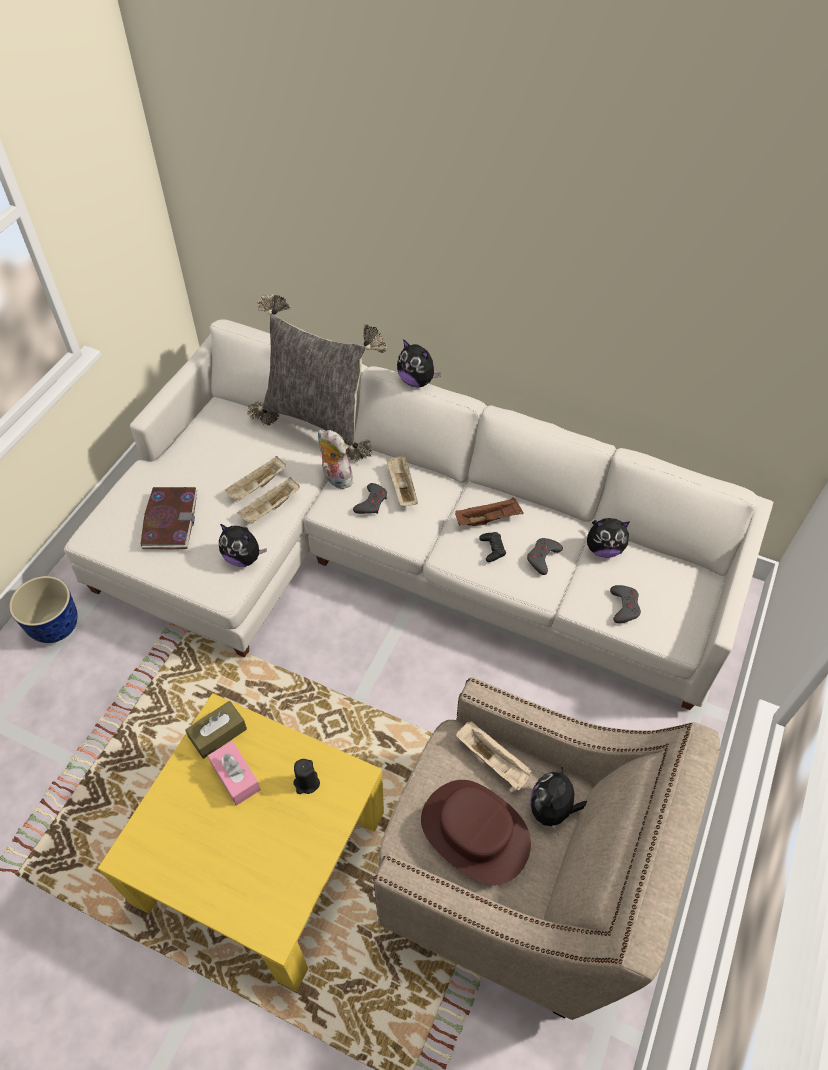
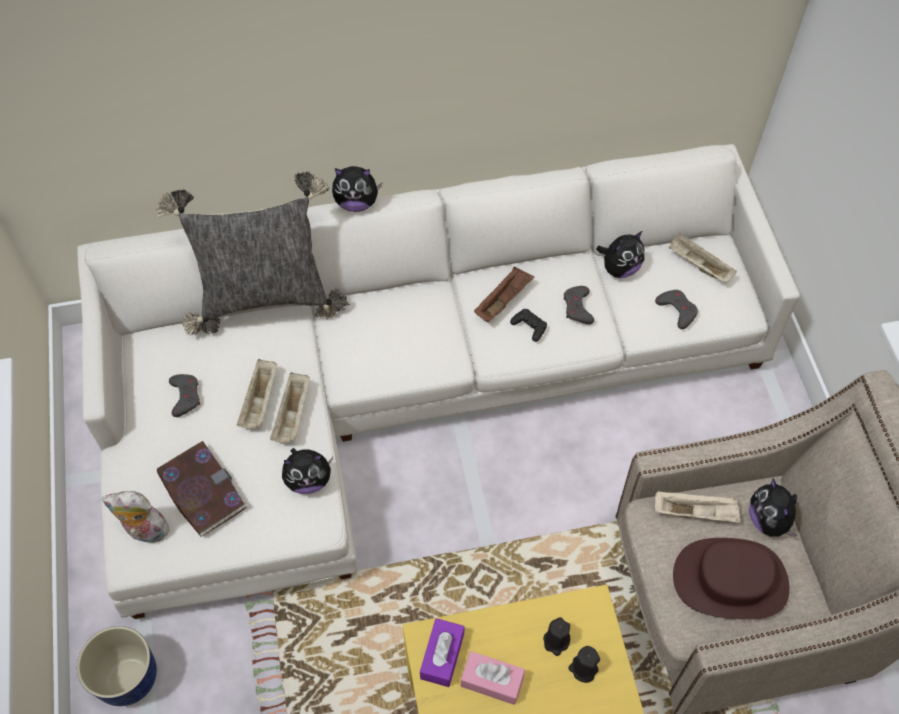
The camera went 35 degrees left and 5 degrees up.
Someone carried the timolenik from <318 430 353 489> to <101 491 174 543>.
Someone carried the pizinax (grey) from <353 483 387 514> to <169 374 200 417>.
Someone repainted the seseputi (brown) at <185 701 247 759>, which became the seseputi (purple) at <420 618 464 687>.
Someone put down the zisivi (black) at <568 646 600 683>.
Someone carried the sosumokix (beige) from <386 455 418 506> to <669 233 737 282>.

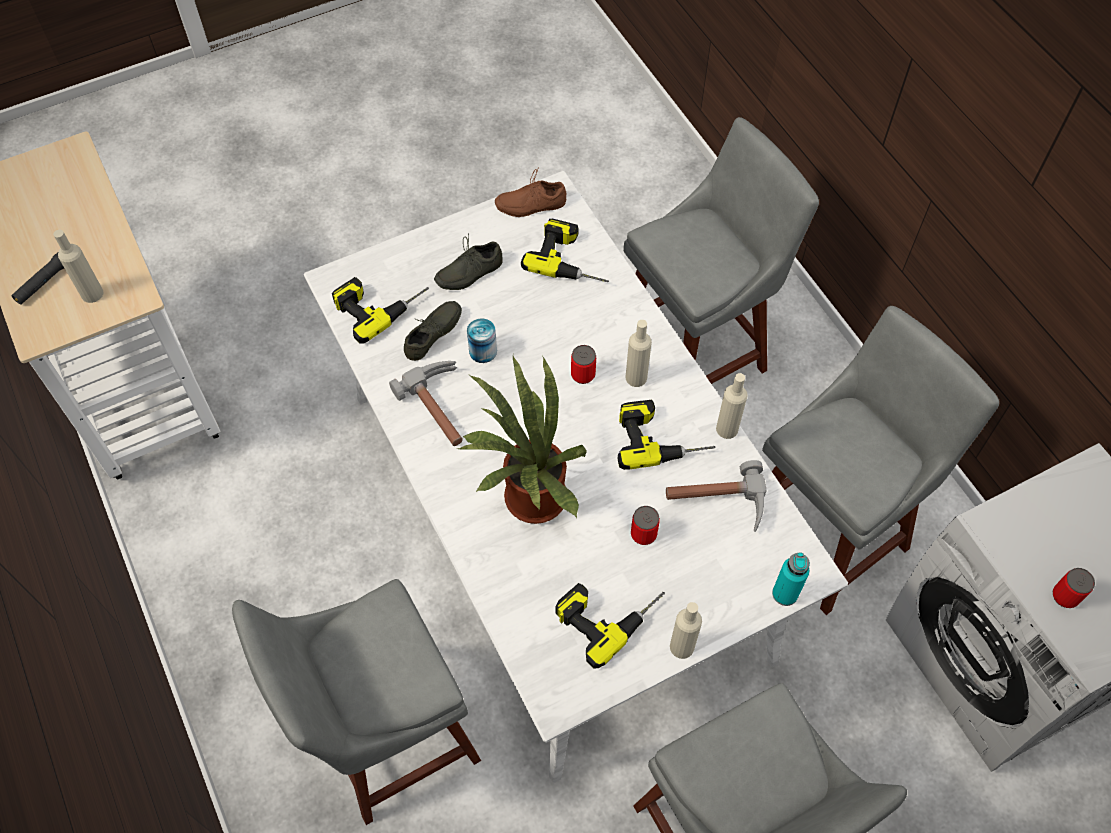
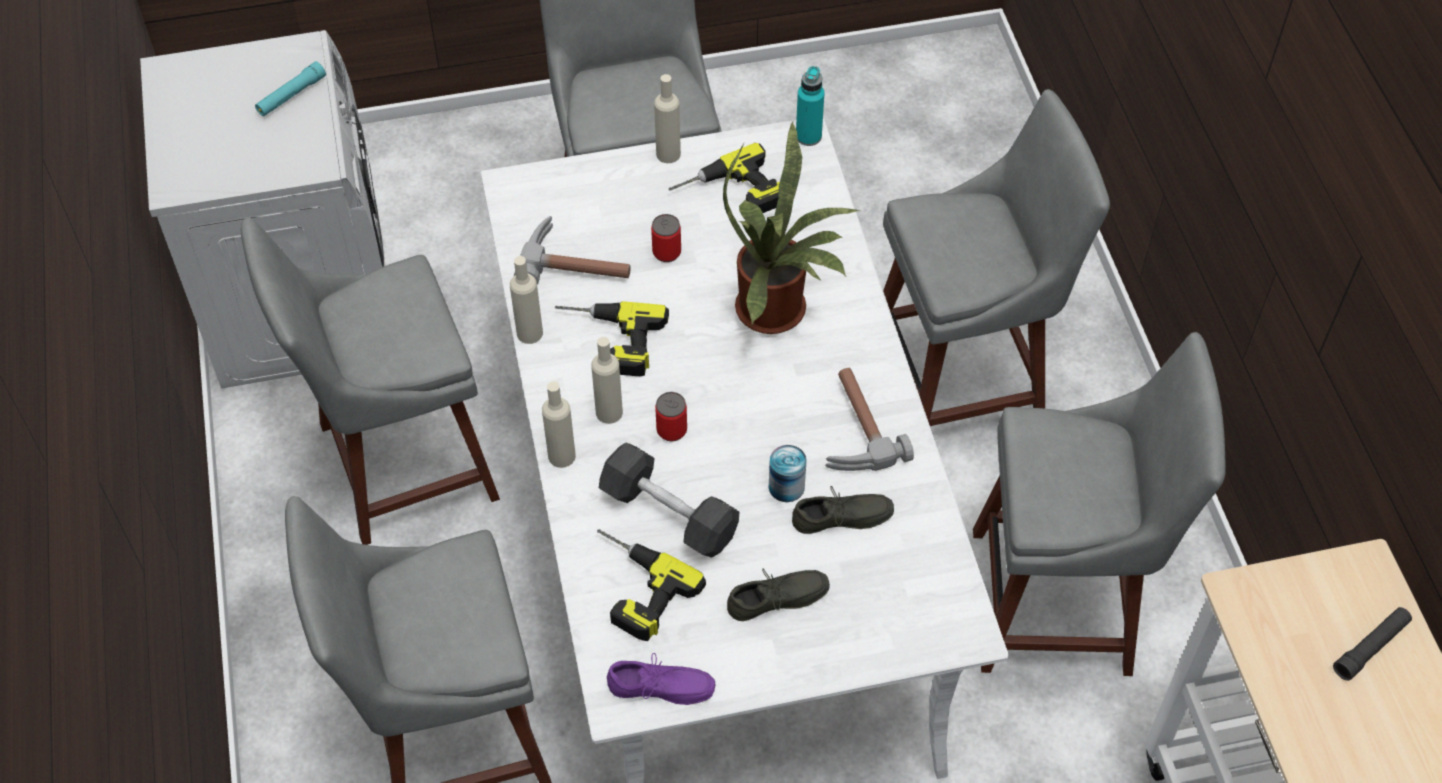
The camera went 165 degrees left and 5 degrees down.
Someone swapped the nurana at <1053 568 1095 608> for the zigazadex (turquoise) at <255 61 326 116>.
Someone carried the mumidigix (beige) from <53 230 104 303> to <542 382 576 468>.
Someone put down the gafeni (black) at <599 442 739 558>.
Someone repainted the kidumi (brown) at <495 167 566 217>, which became the kidumi (purple) at <607 653 715 705>.
Someone rotated the kidumi (grey) at <404 301 462 361> by 150 degrees counterclockwise.
Someone carried the mumidigix (turquoise) from <772 552 810 606> to <796 66 825 146>.
Someone put down the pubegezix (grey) at <973 332 1226 676>.
Someone took away the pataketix at <332 277 429 344>.

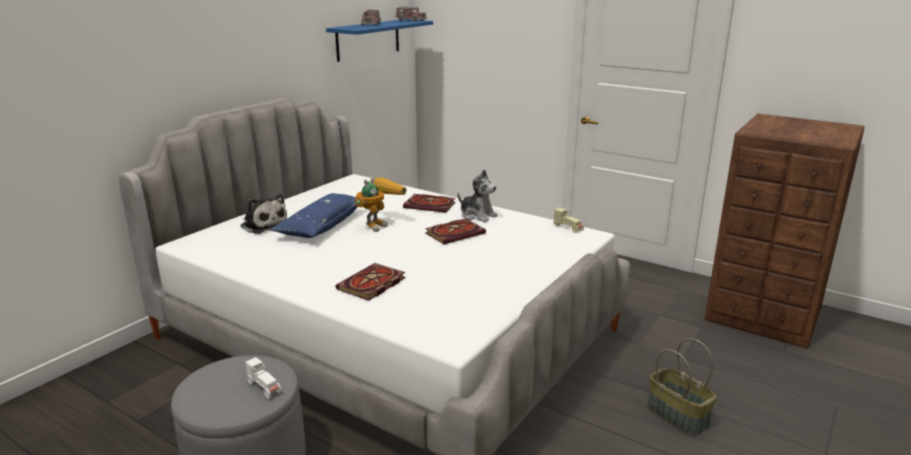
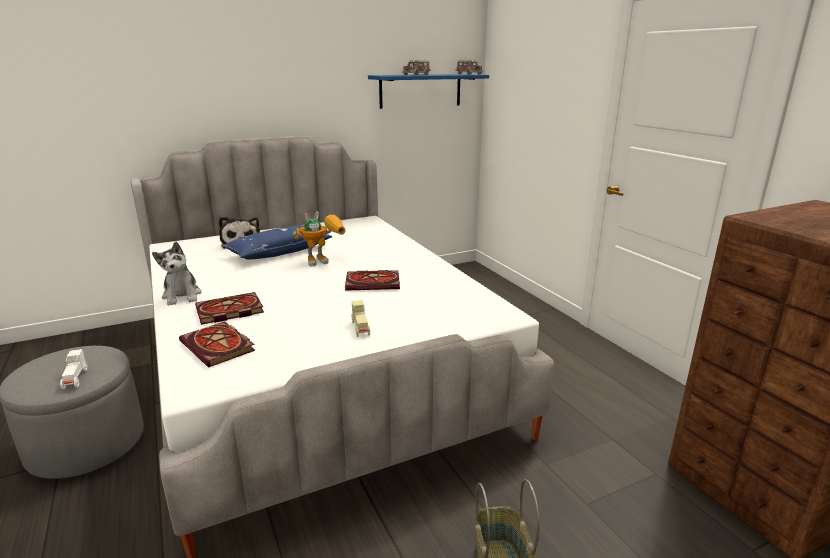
The camera went 30 degrees right and 0 degrees up.
Someone carried the timolenik from <457 170 498 222> to <152 242 202 306>.
Someone carried the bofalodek from <403 194 455 213> to <179 321 255 367>.
Someone carried the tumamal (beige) from <554 208 584 233> to <352 300 370 337>.

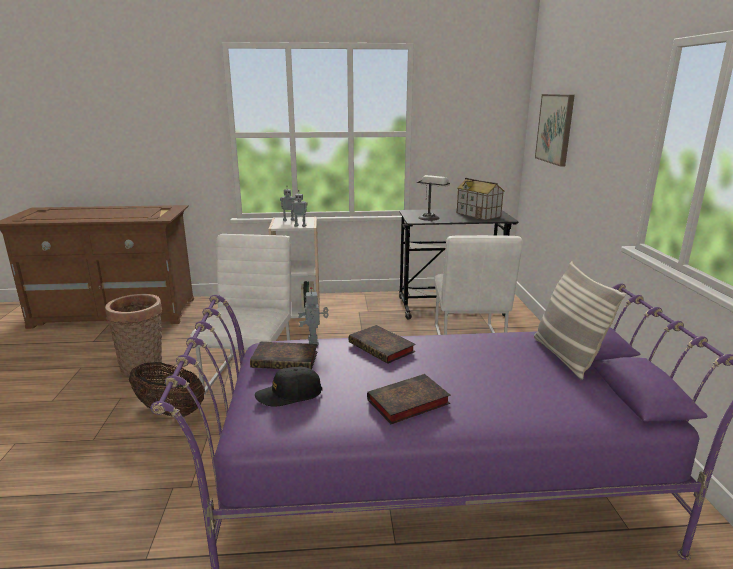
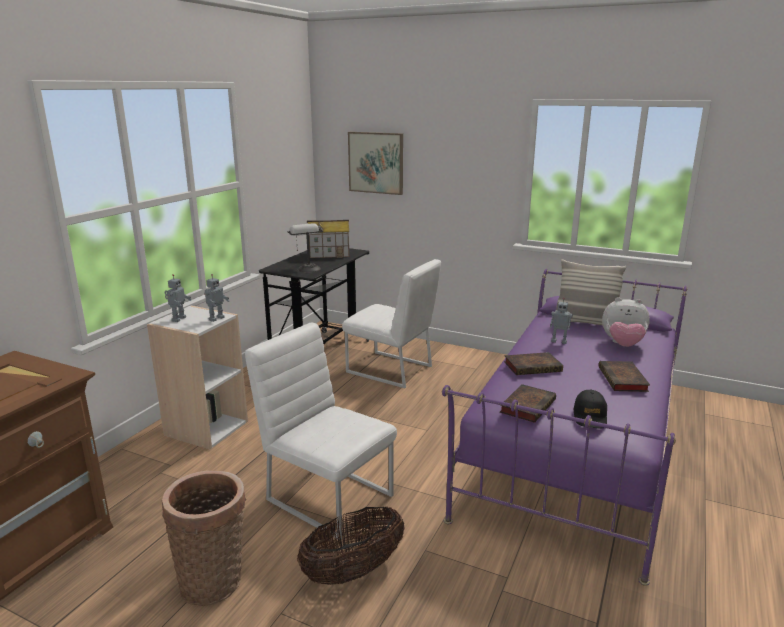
The camera went 60 degrees left and 0 degrees up.
Someone carried the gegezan from <298 287 329 345> to <550 298 573 344>.
Someone put down the timolenik at <602 297 650 347>.

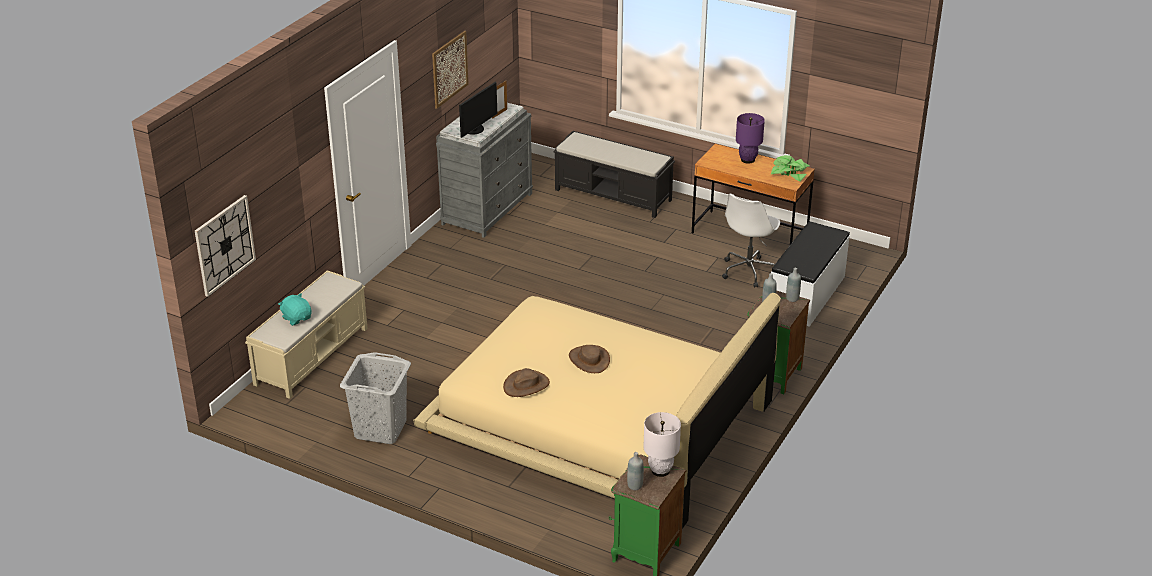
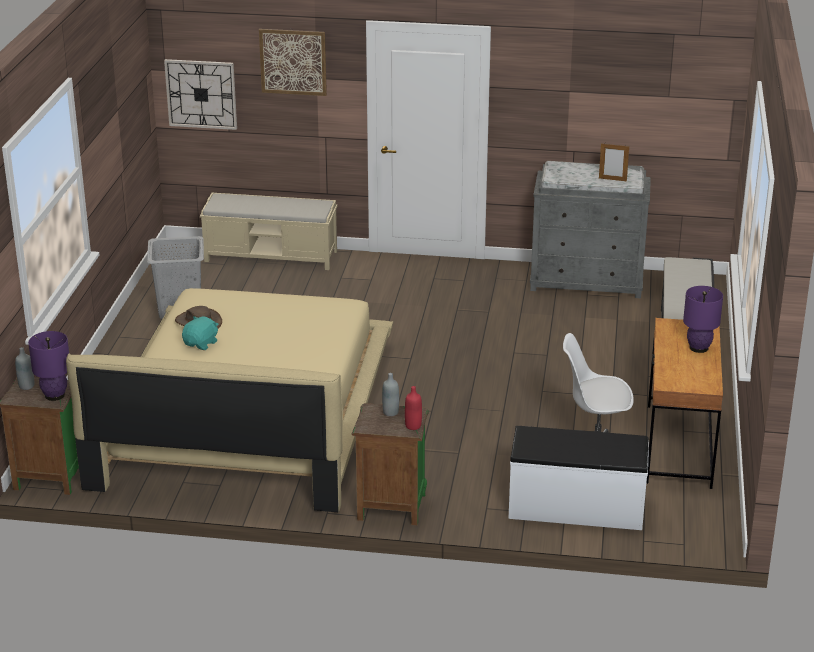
The camera went 70 degrees right and 5 degrees down.
Someone repainted the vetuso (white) at <643 412 681 477>, which became the vetuso (purple) at <28 331 69 401>.
Someone carried the timolenik (turquoise) from <278 294 312 326> to <182 316 219 350>.
Someone carried the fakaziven from <432 31 469 109> to <259 29 327 96>.
Someone repainted the mumidigix (grey) at <786 268 801 302>, which became the mumidigix (red) at <405 386 422 430>.
Someone took away the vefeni at <459 82 497 138>.
Someone took away the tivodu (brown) at <569 345 610 373>.
Someone took away the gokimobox at <771 155 809 182>.

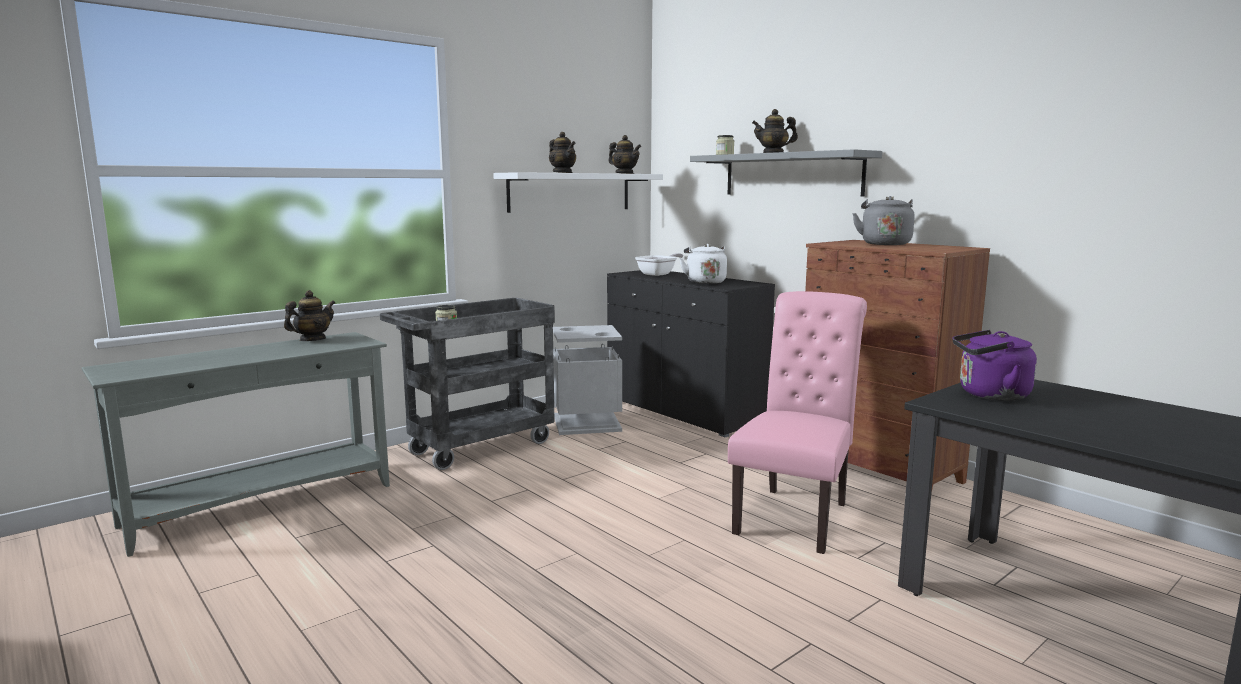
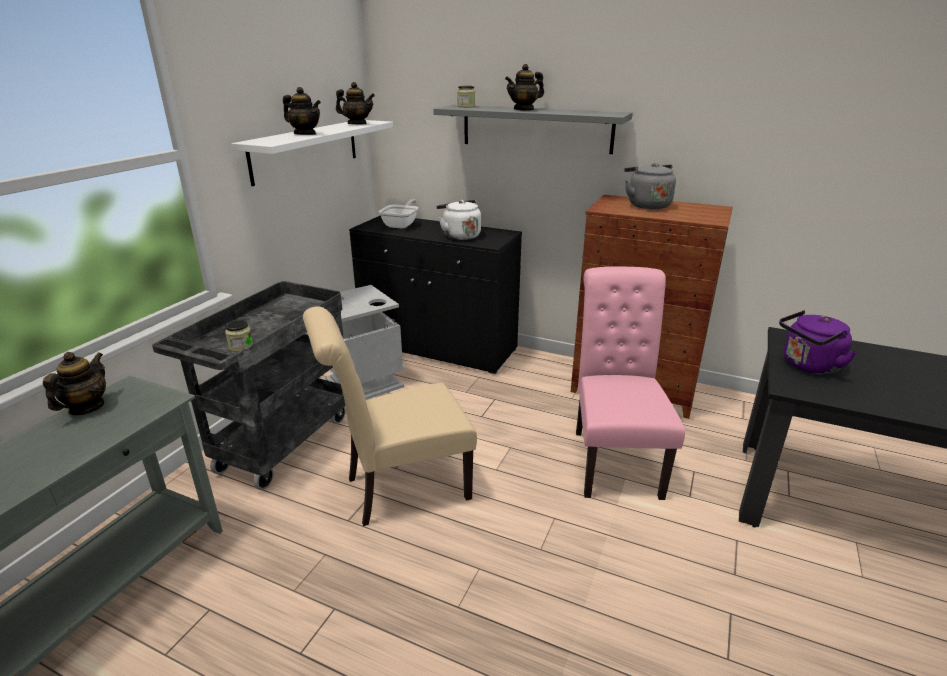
The camera went 25 degrees left and 15 degrees up.
Someone put down the pubegezix (beige) at <303 307 477 526>.

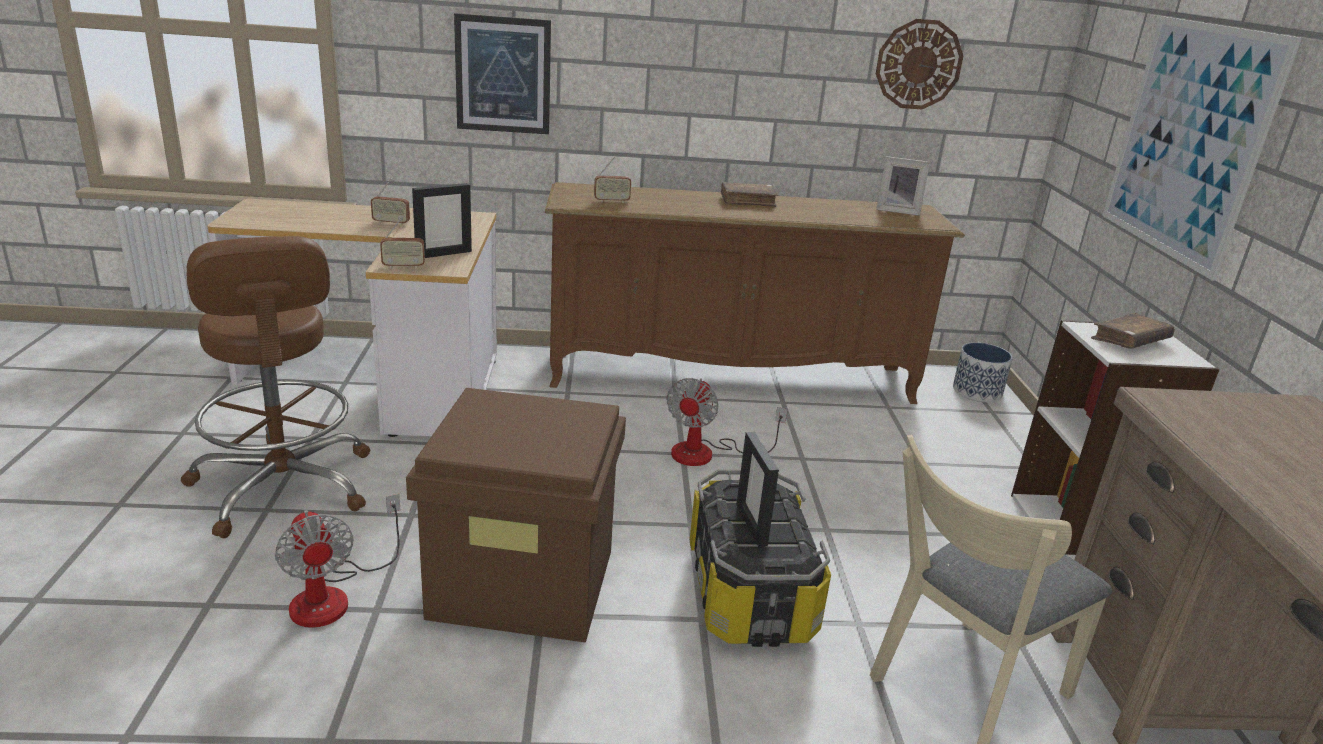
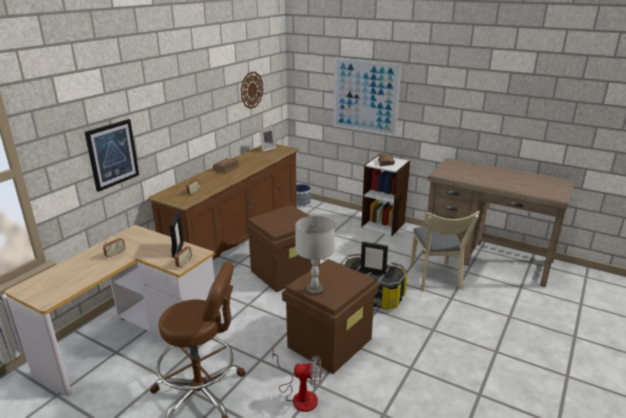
The camera went 55 degrees left and 0 degrees up.
Someone swapped the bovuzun at <666 378 788 466> for the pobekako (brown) at <245 205 320 292>.
Someone put down the vetuso (grey) at <295 216 335 296>.

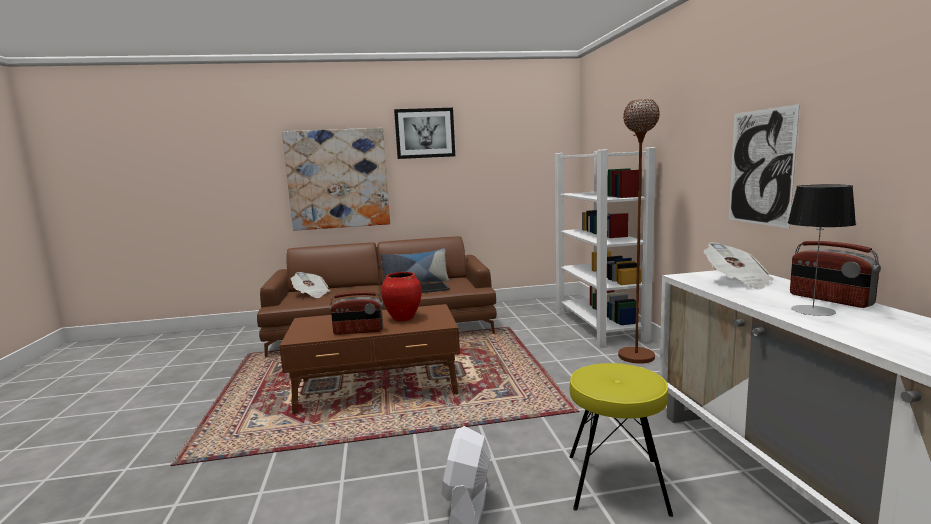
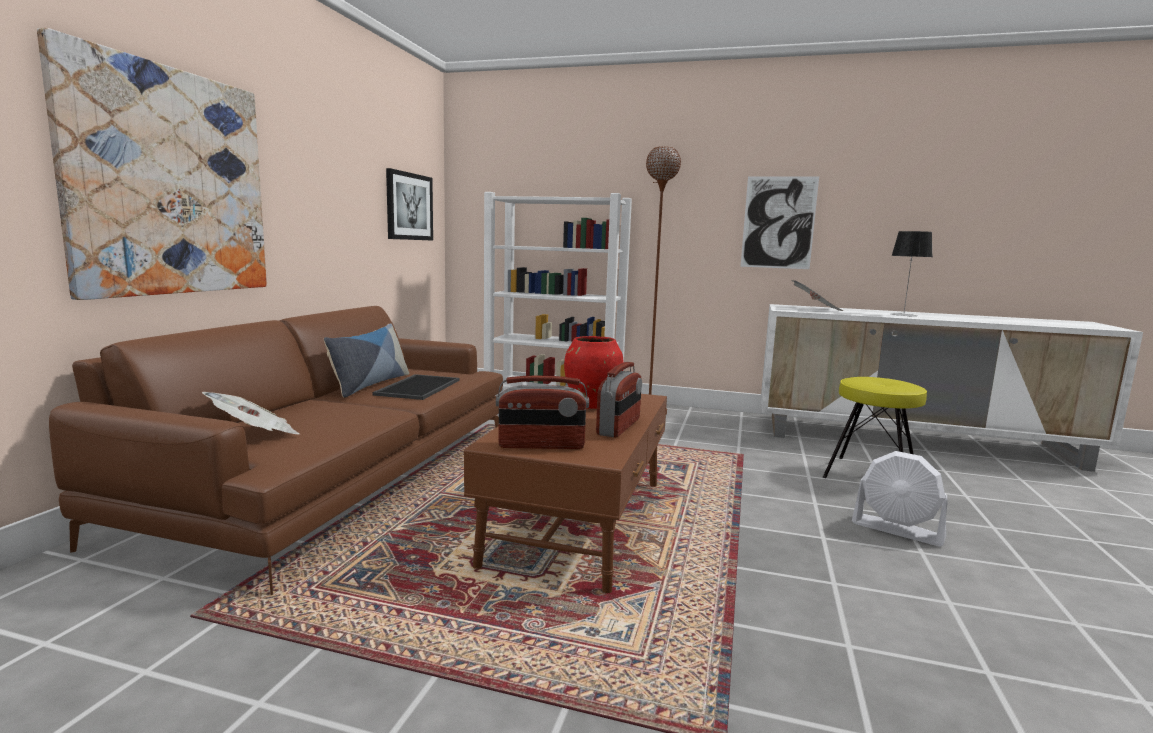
The camera went 65 degrees left and 0 degrees up.
Someone carried the fakaziven from <394 108 455 159> to <386 168 433 241>.
Someone carried the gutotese from <790 241 881 308> to <496 375 589 449>.

